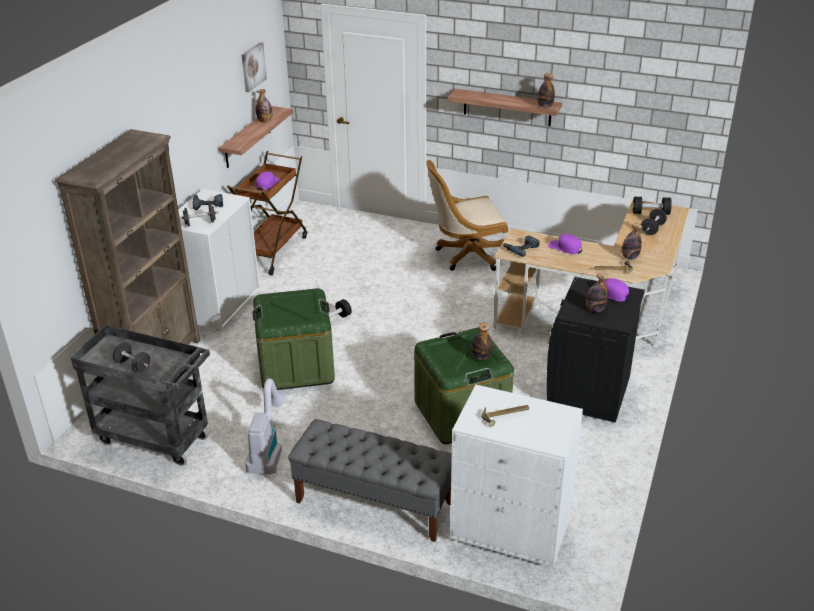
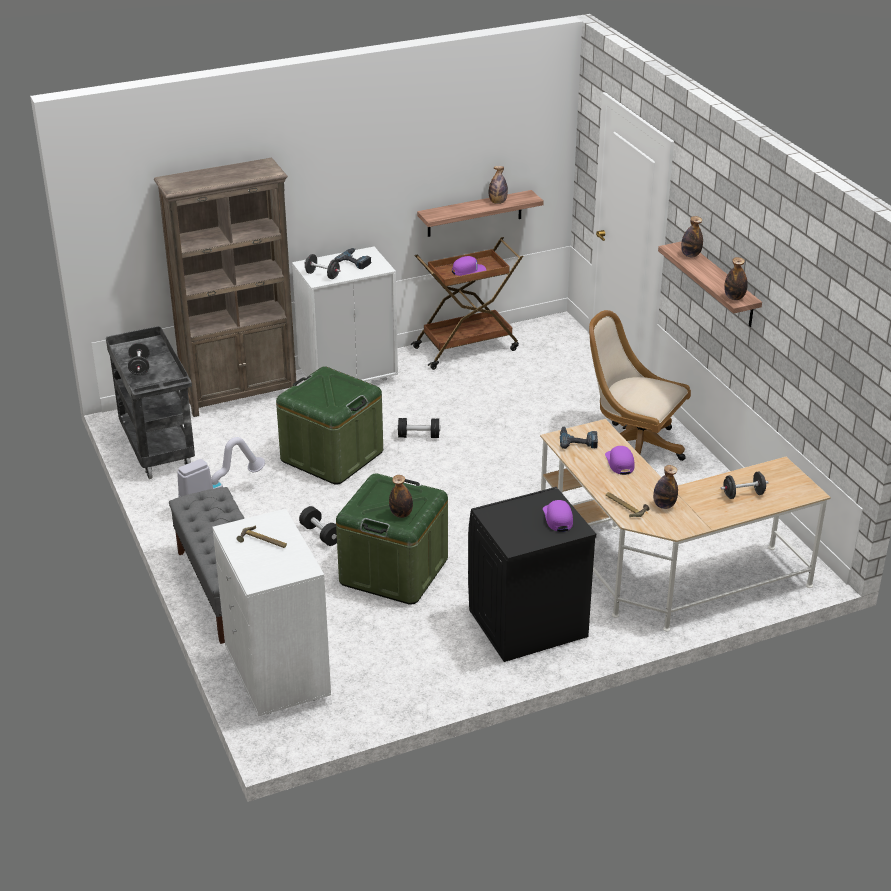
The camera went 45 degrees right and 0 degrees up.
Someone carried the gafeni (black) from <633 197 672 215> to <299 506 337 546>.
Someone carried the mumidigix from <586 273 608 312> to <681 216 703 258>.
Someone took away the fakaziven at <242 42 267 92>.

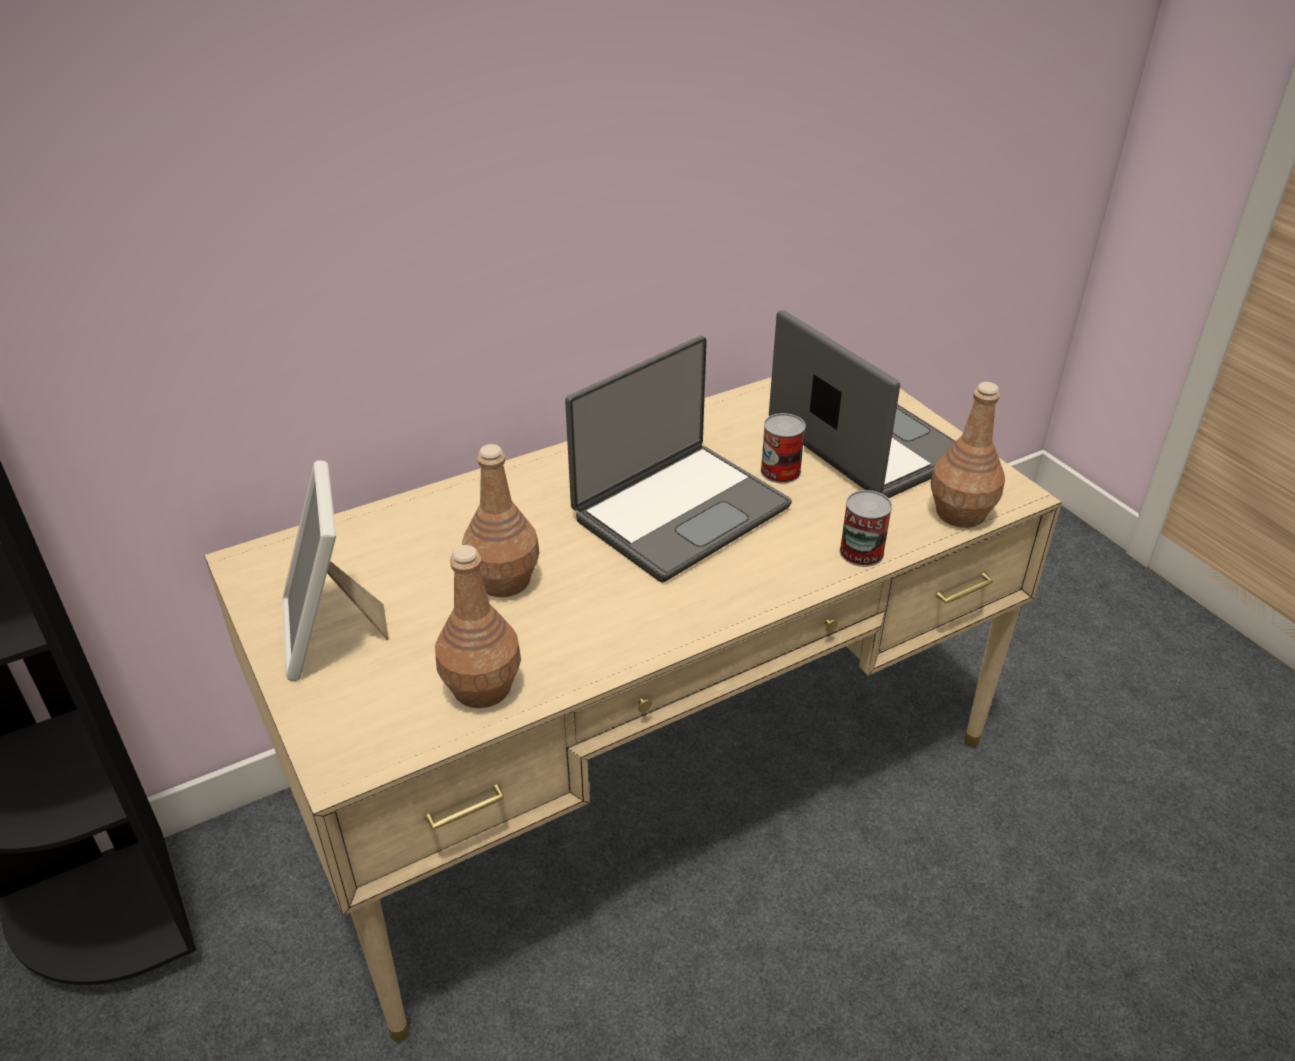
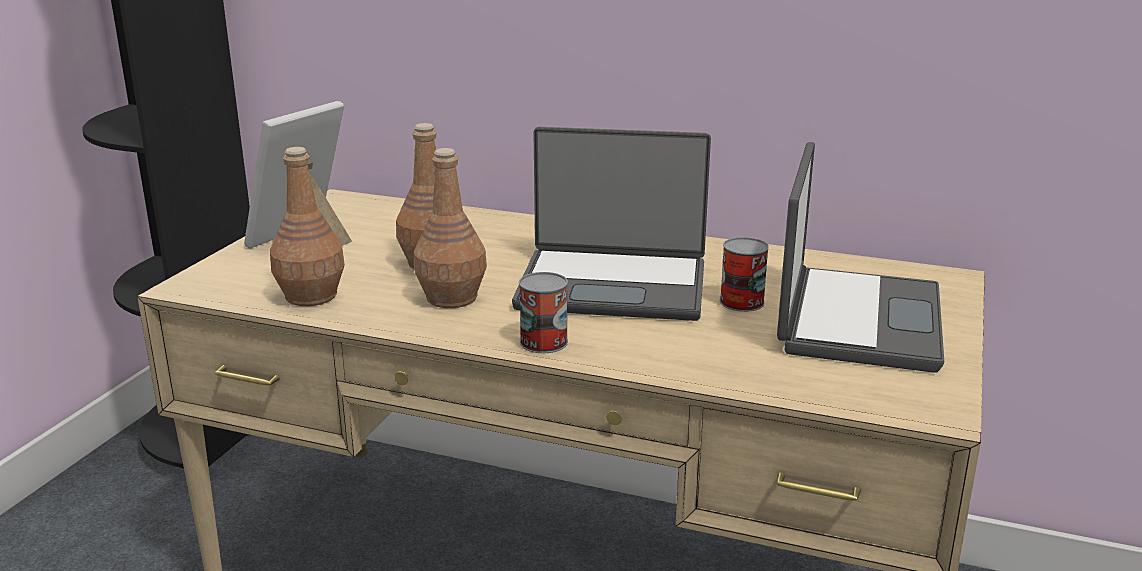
The camera went 50 degrees right and 15 degrees down.
Someone carried the mumidigix (brown) from <931 382 1005 528> to <414 148 487 308>.
Someone carried the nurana from <840 490 892 567> to <519 272 568 353>.

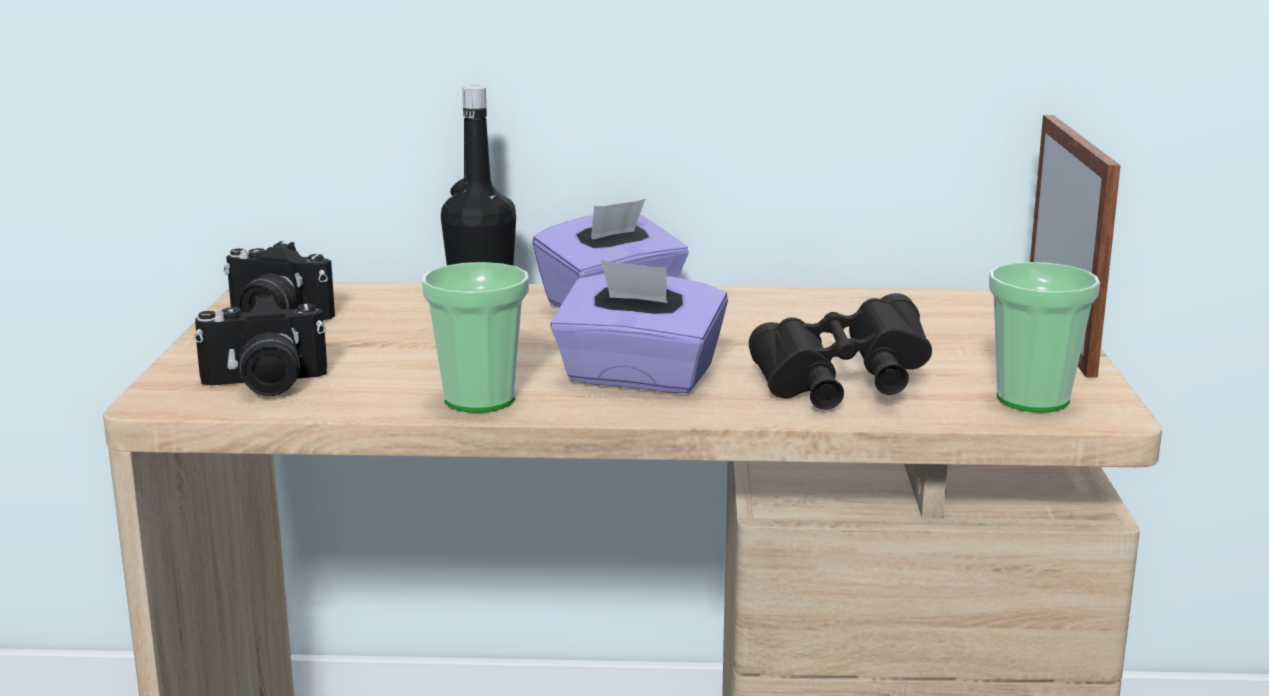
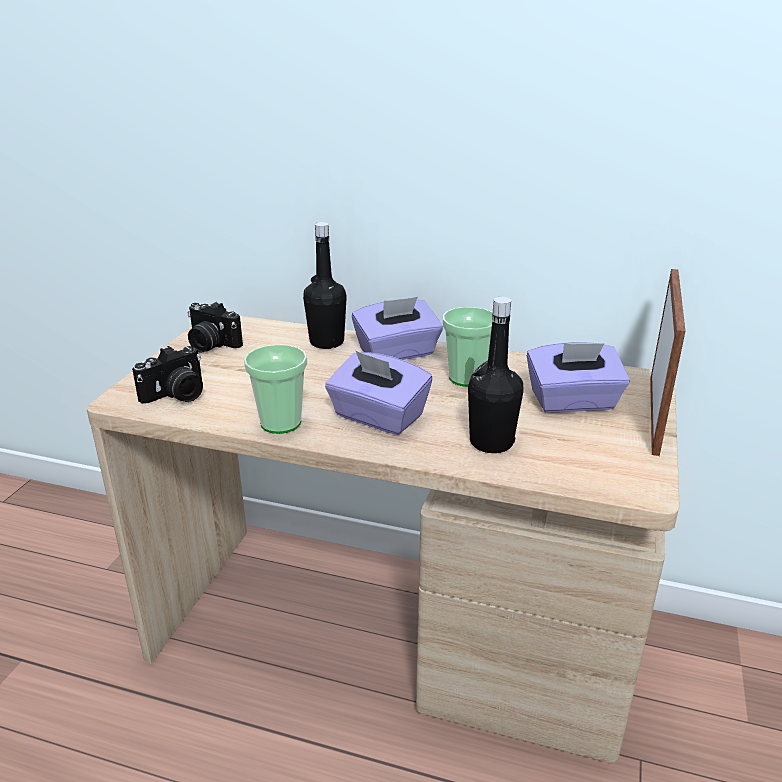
The camera went 15 degrees right and 10 degrees up.
Someone rotated the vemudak at <194 295 327 396> by 45 degrees counterclockwise.
Someone carried the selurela from <989 262 1100 412> to <443 307 493 387>.
Someone swapped the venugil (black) at <749 293 932 410> for the mumidigix (black) at <468 297 524 453>.
Someone put down the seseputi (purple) at <527 342 630 413>.

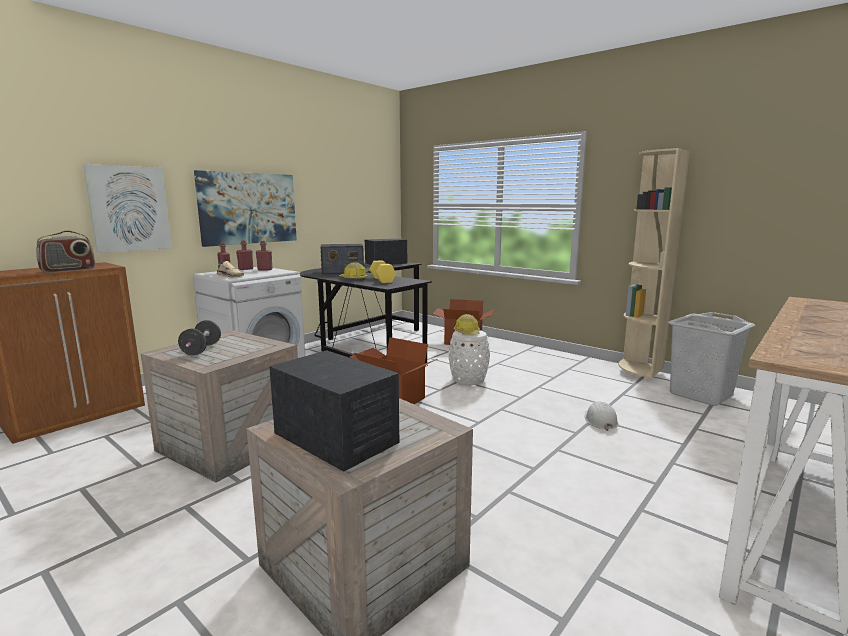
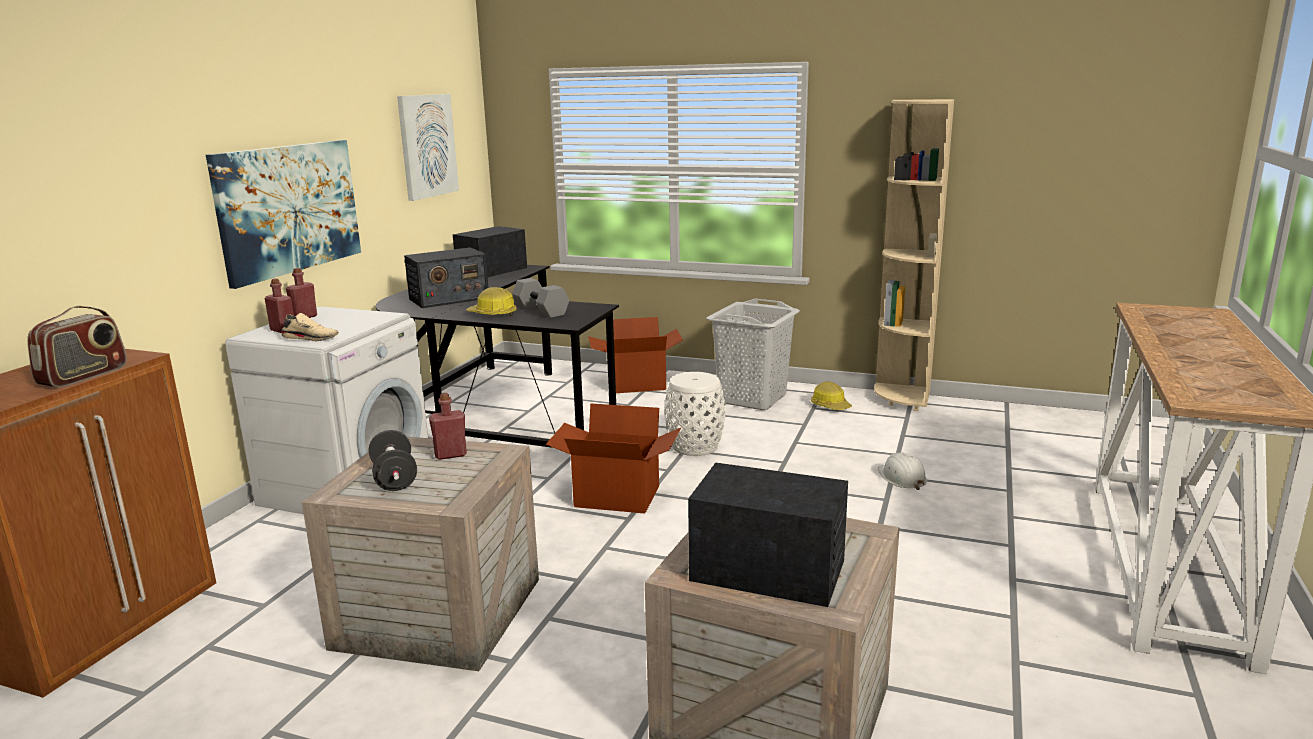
The camera went 20 degrees left and 5 degrees up.
Someone carried the fakaziven from <83 164 172 253> to <397 94 459 201>.
Someone carried the mumidigix (red) from <256 241 273 270> to <429 393 467 460>.
Someone repainted the gafeni (yellow) at <369 260 396 283>, which became the gafeni (grey) at <512 278 569 318>.
Someone carried the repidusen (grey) from <667 312 756 406> to <706 299 800 410>.
Someone carried the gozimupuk from <454 314 480 335> to <811 381 852 410>.

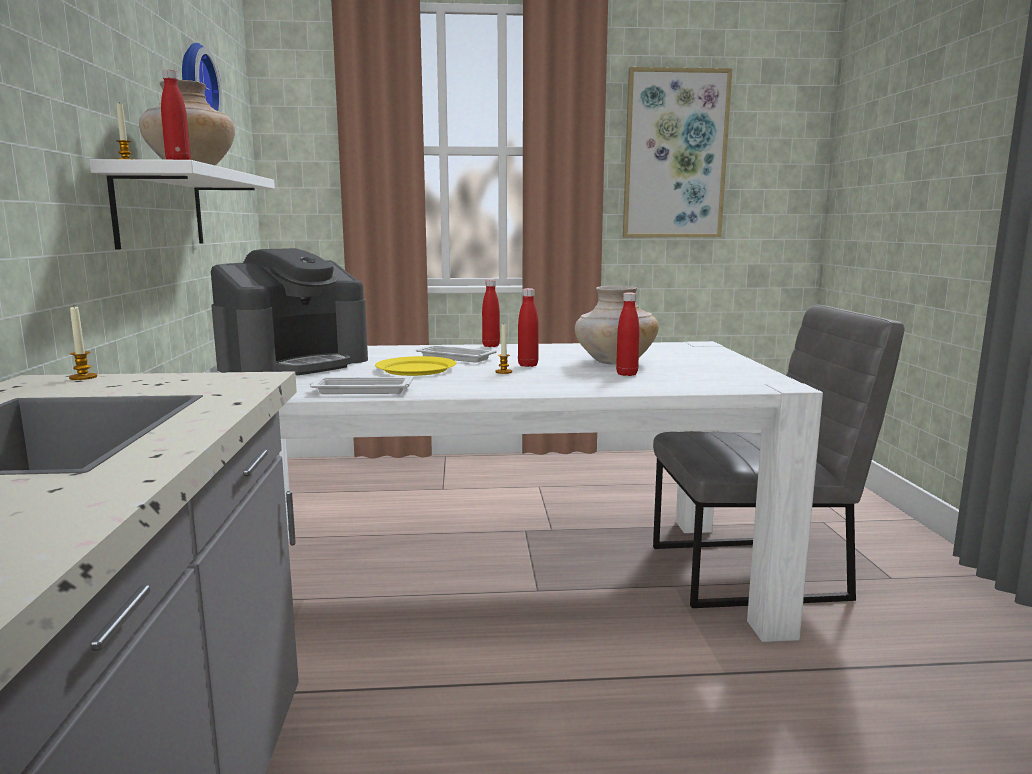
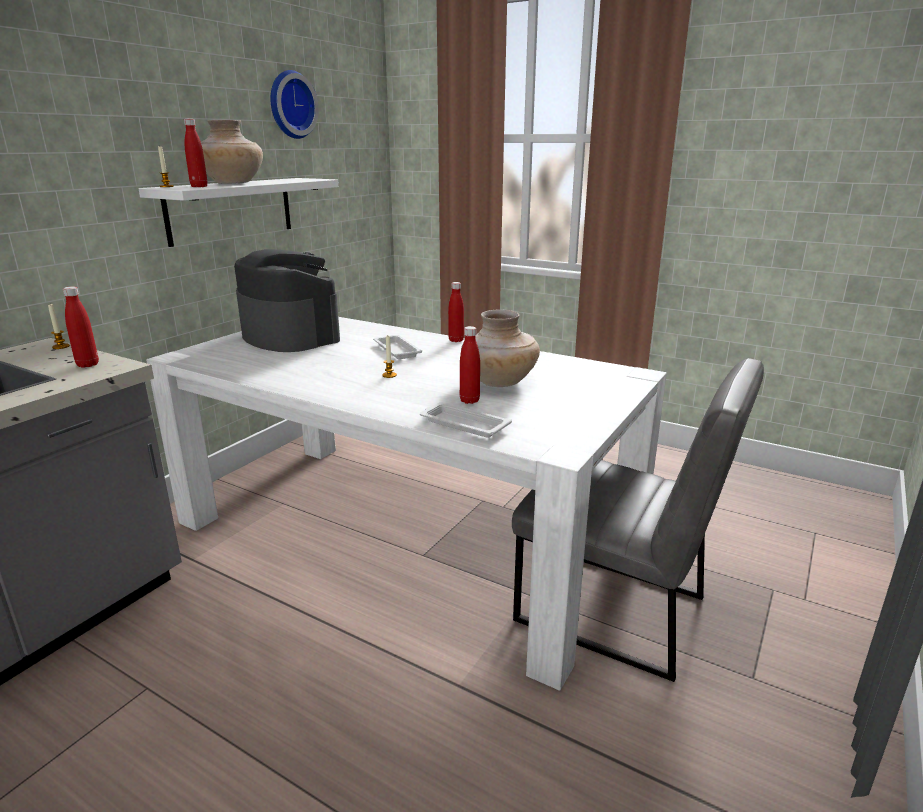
The camera went 35 degrees right and 10 degrees up.
Someone carried the mumidigix (red) from <518 288 539 367> to <63 286 99 368>.
Someone rotated the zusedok at <211 248 368 375> by 120 degrees counterclockwise.
Someone carried the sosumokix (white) from <310 376 413 394> to <420 402 512 438>.
Someone took away the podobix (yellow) at <375 356 456 376>.
Someone took away the fakaziven at <623 67 732 237>.

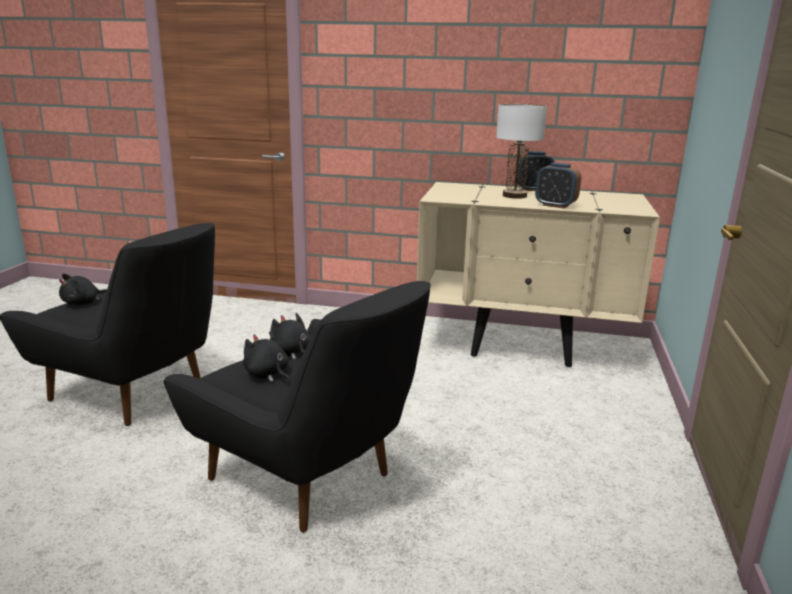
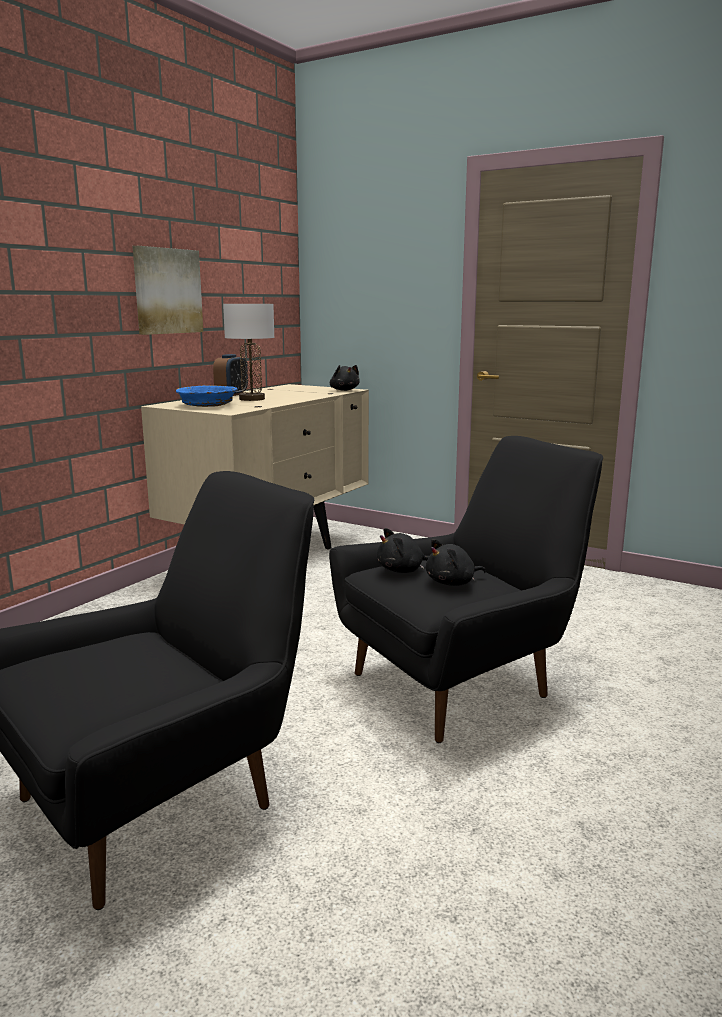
The camera went 70 degrees left and 5 degrees down.
Someone put up the fakaziven at <133 246 203 335>.
Someone put down the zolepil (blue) at <176 385 238 407>.
Someone carried the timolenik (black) from <59 274 107 305> to <330 365 360 391>.
Someone took away the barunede at <535 163 581 208>.

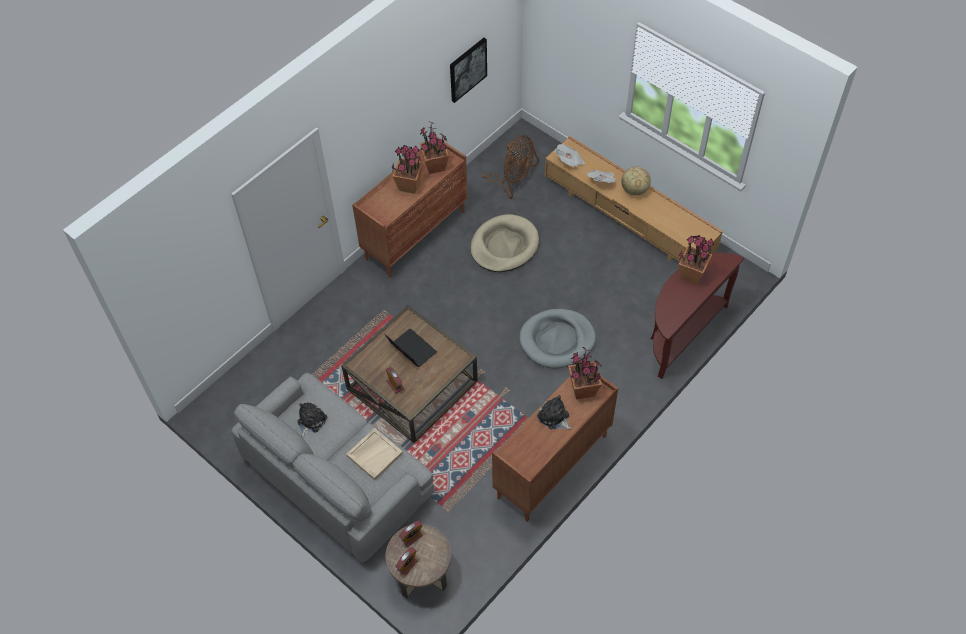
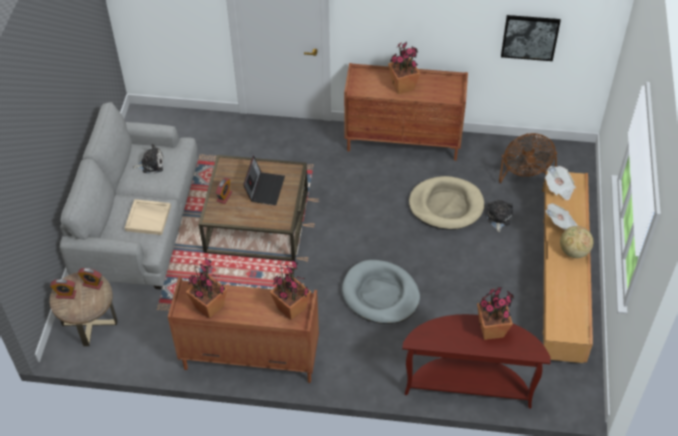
The camera went 55 degrees right and 5 degrees down.
Someone carried the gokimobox from <419 121 449 174> to <186 258 227 319>.
Someone carried the timolenik from <537 395 572 430> to <487 200 513 232>.

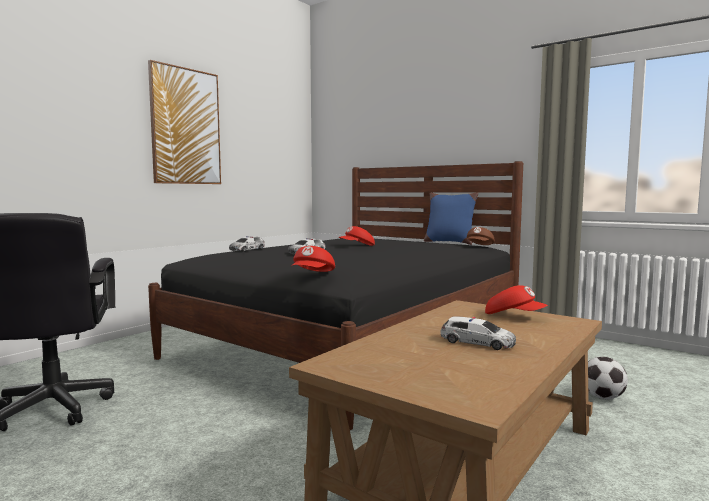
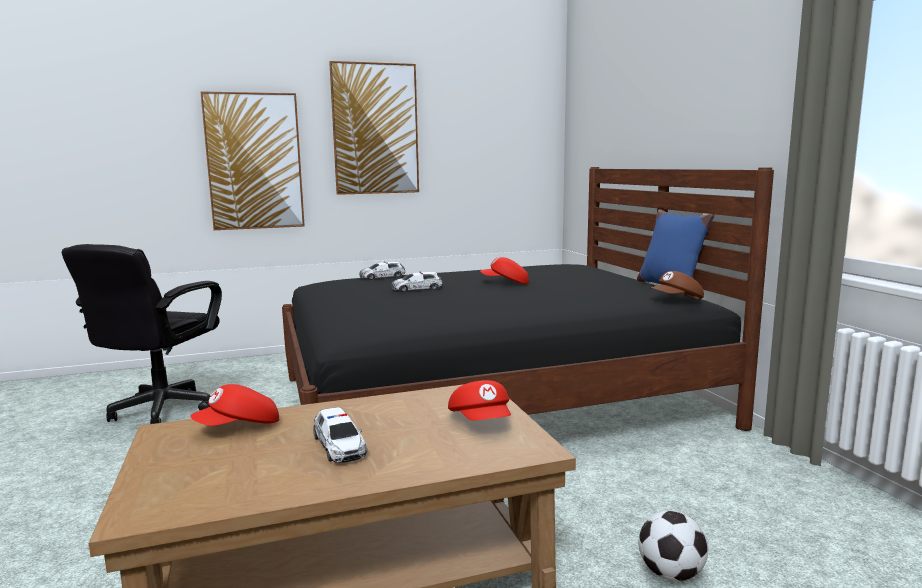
The camera went 35 degrees right and 5 degrees up.
Someone carried the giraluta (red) from <291 246 335 272> to <190 384 279 426>.
Someone put up the fakaziven at <200 91 305 230>.

